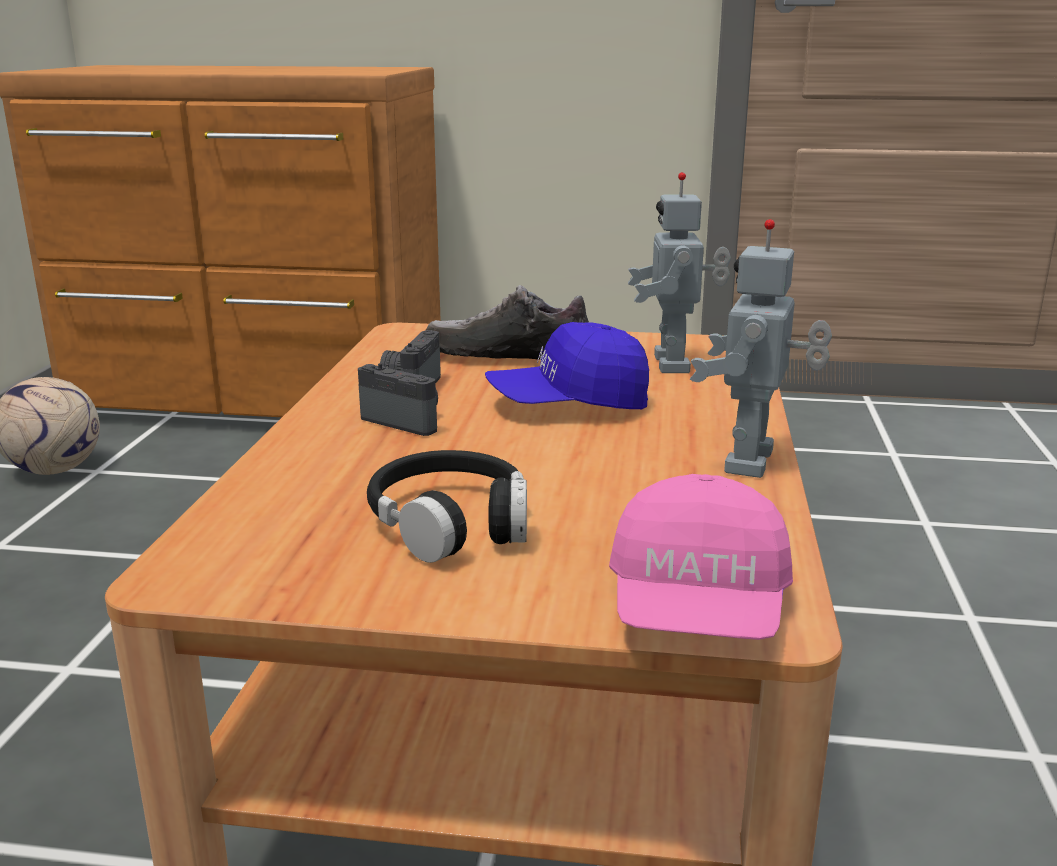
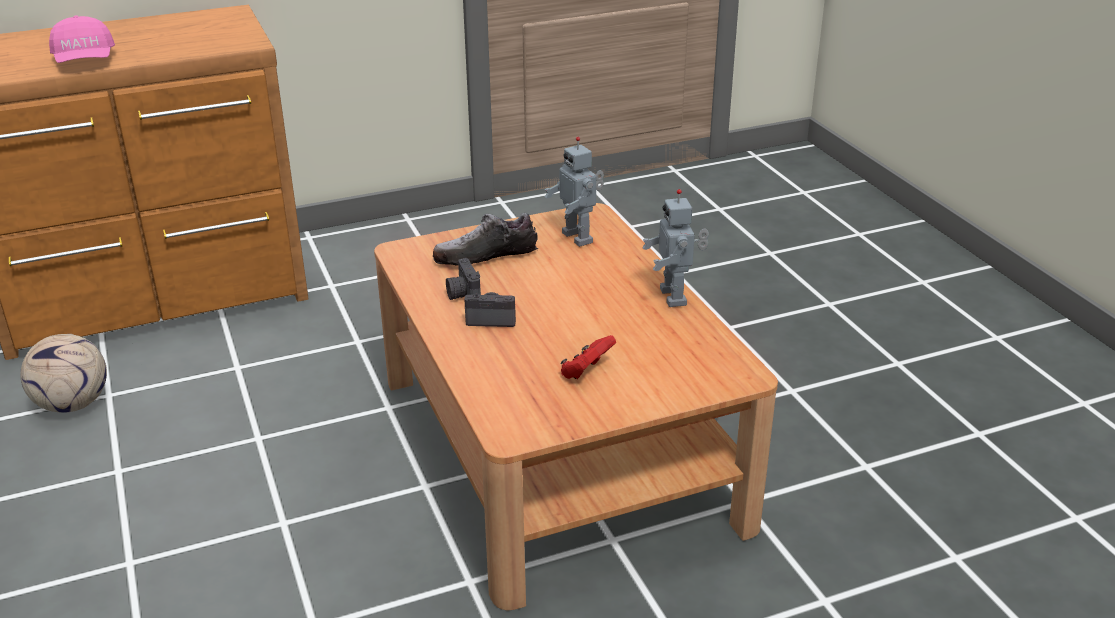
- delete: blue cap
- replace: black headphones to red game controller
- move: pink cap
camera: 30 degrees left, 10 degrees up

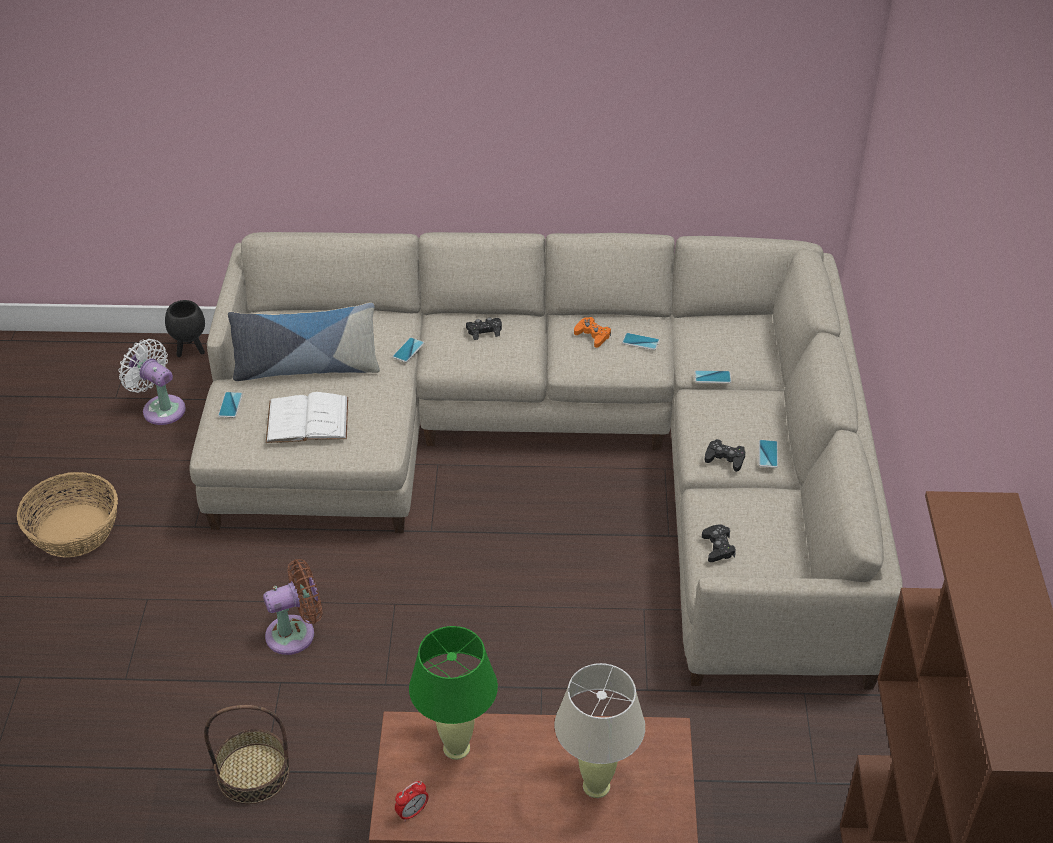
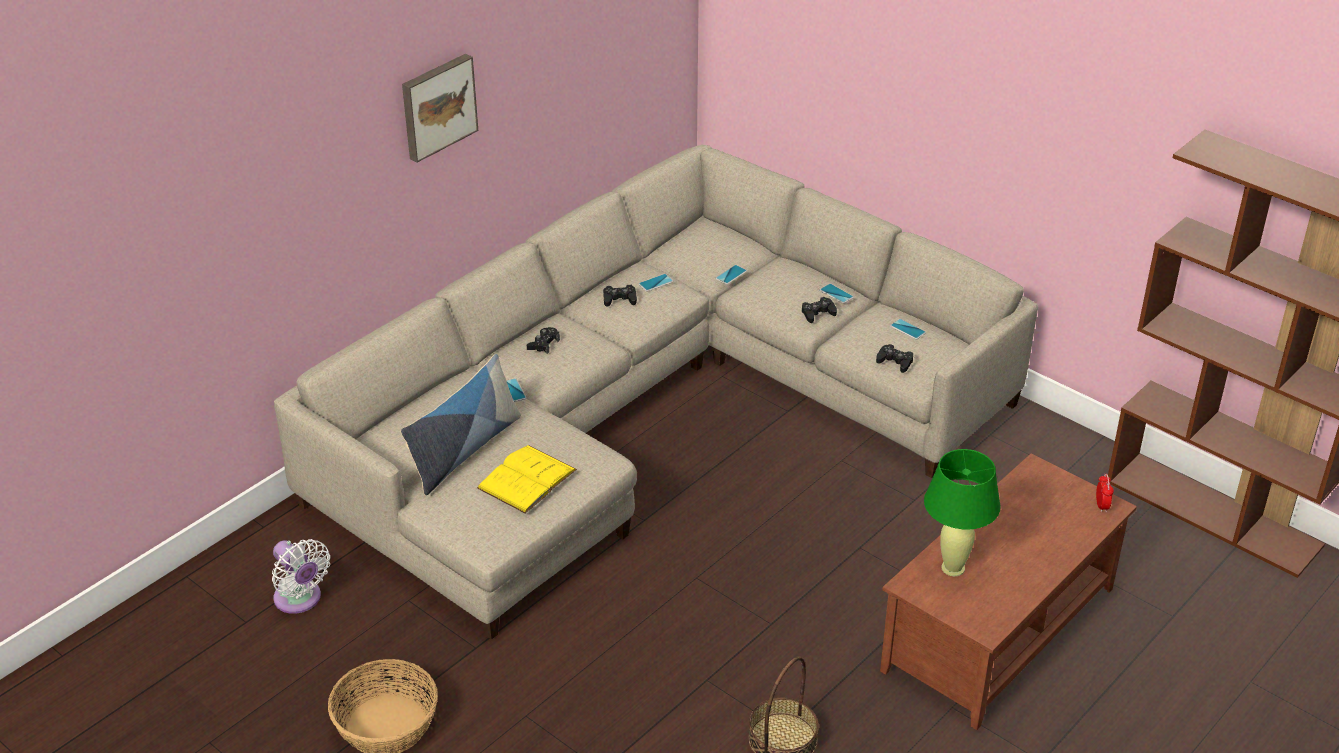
- delete: black planter
- recolor: orange game controller to black game controller (2nd from left)
- rotate: white fan 120 degrees counterclockwise
- move: phone (1st from left in the first image) to phone (5th from left)
- recolor: white book to yellow book
- delete: brown fan
- delete: beige table lamp
- move: alarm clock
- insert: picture
camera: 50 degrees left, 5 degrees down

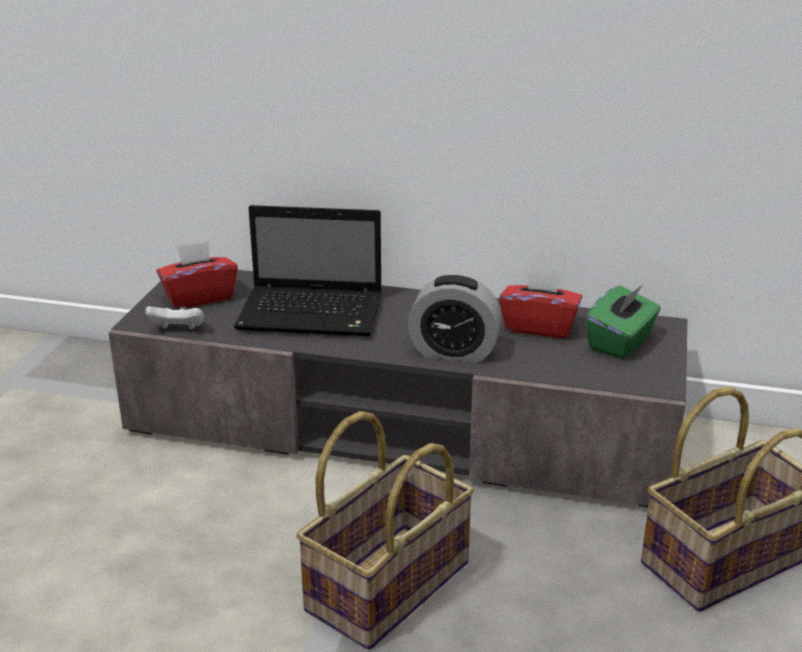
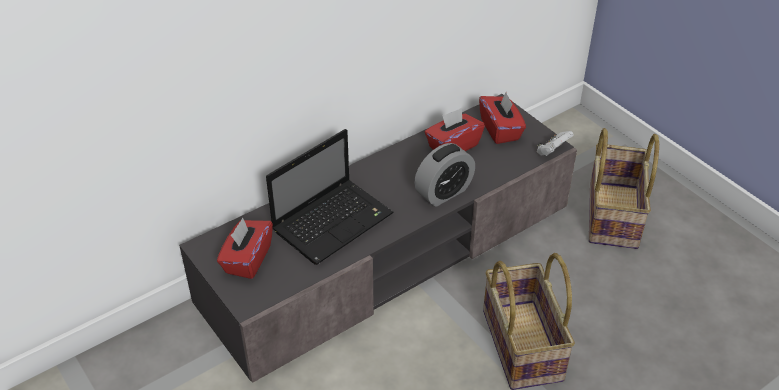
- recolor: green tissue box to red tissue box (3rd from left)
- move: white game controller
camera: 50 degrees left, 15 degrees up

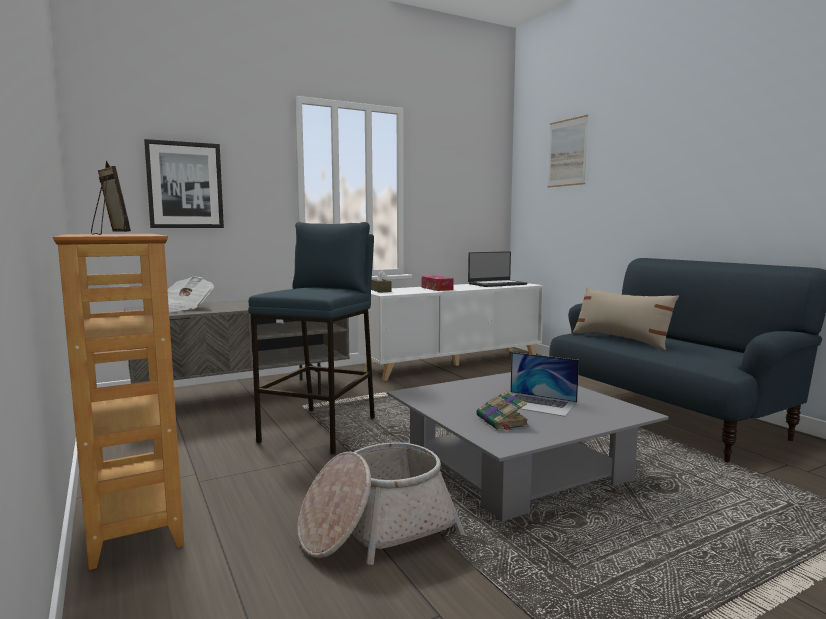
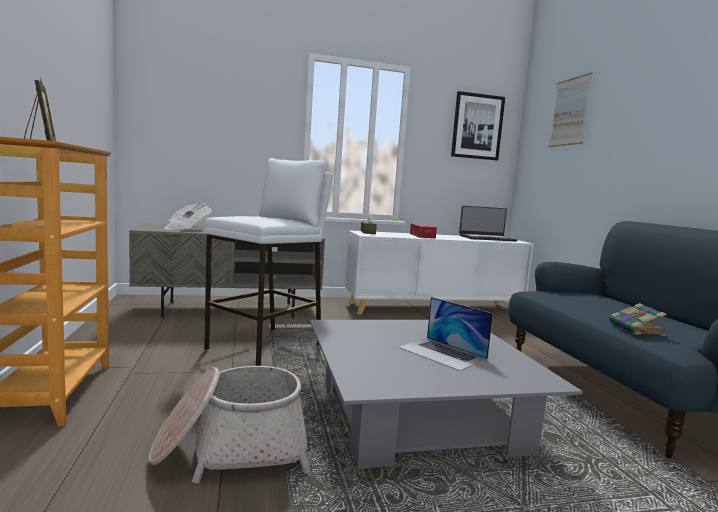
- move: picture (1st from left)
- recolor: blue stool to white stool
- delete: beige pillow
- move: book
camera: 15 degrees right, 0 degrees up

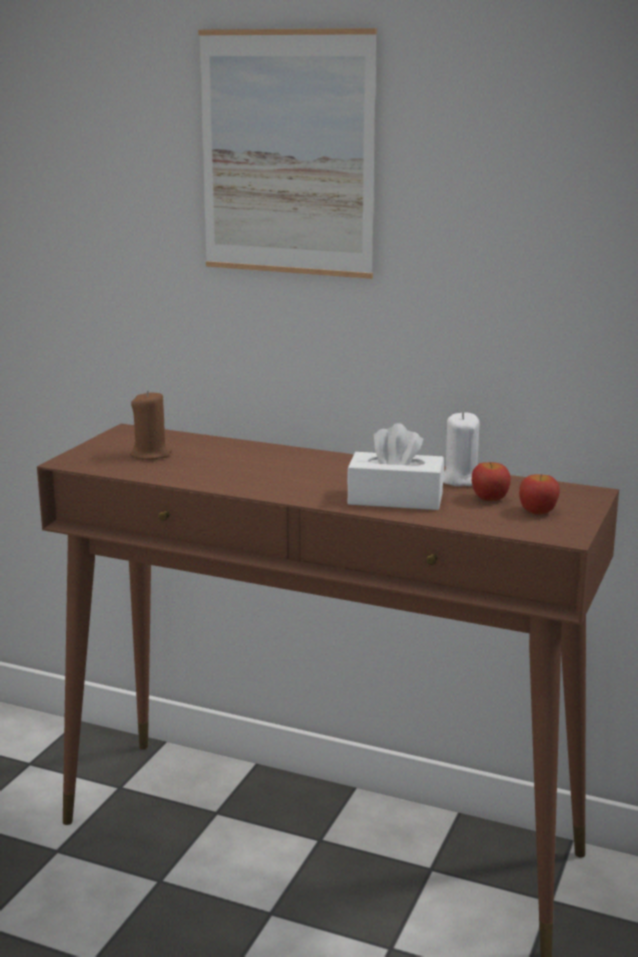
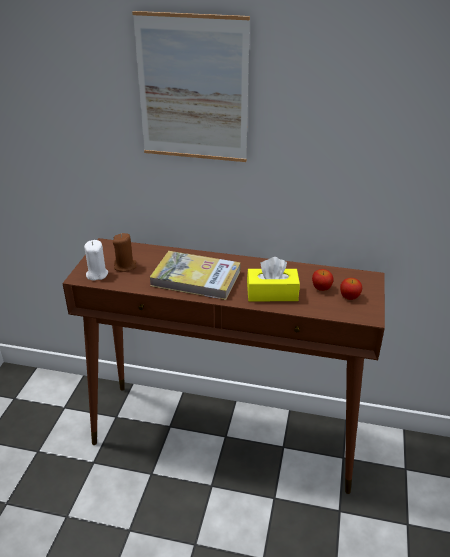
- move: white candle
- recolor: white tissue box to yellow tissue box
- insert: book
camera: 10 degrees left, 15 degrees up

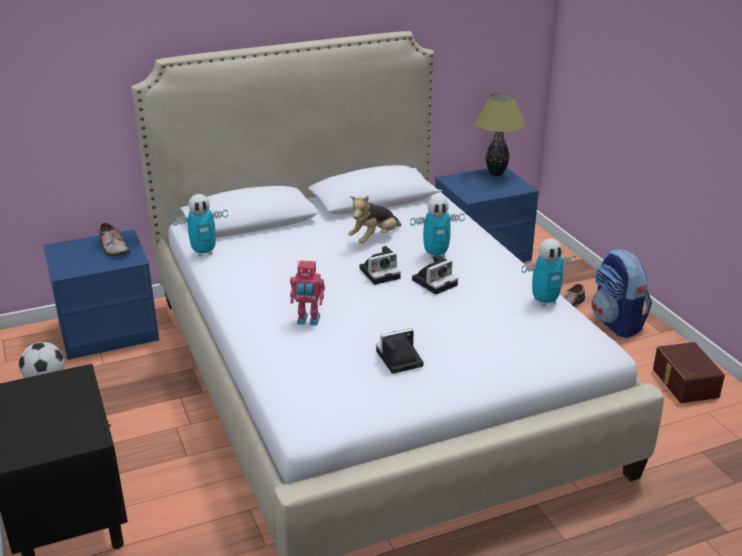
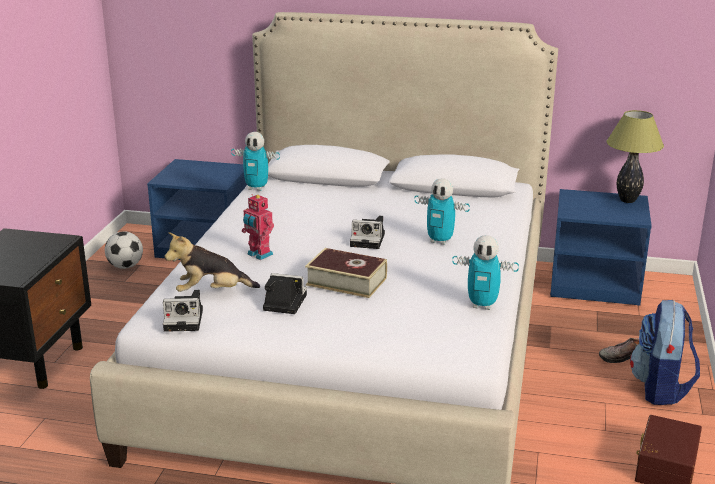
- move: plush toy
- delete: shoe (1st from left)
- move: photo camera (3rd from left in the first image) to photo camera (1st from left)
- insert: book
camera: 35 degrees right, 5 degrees down

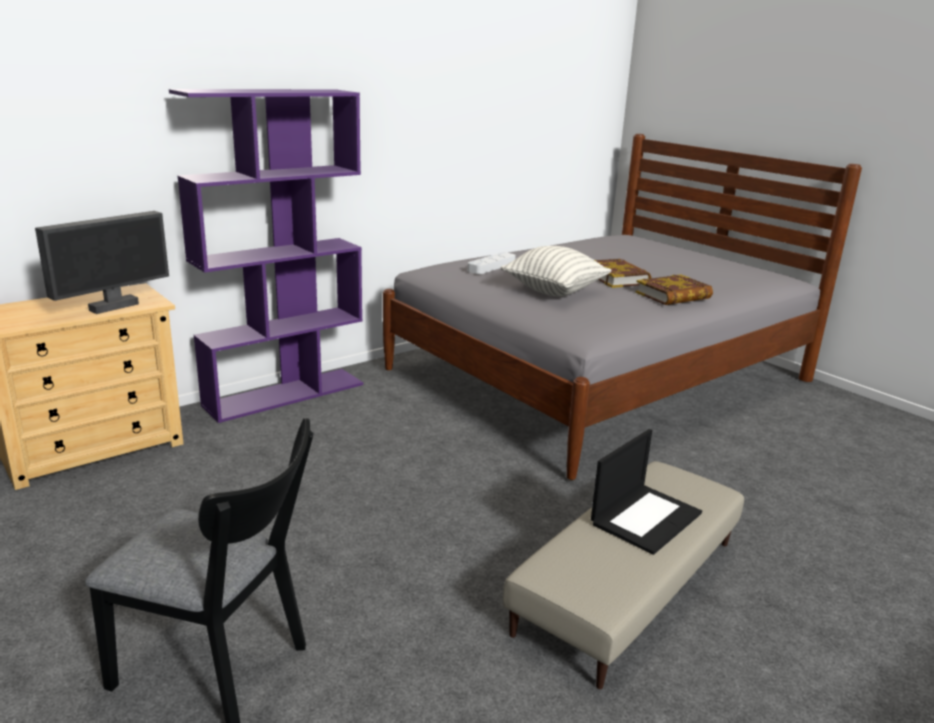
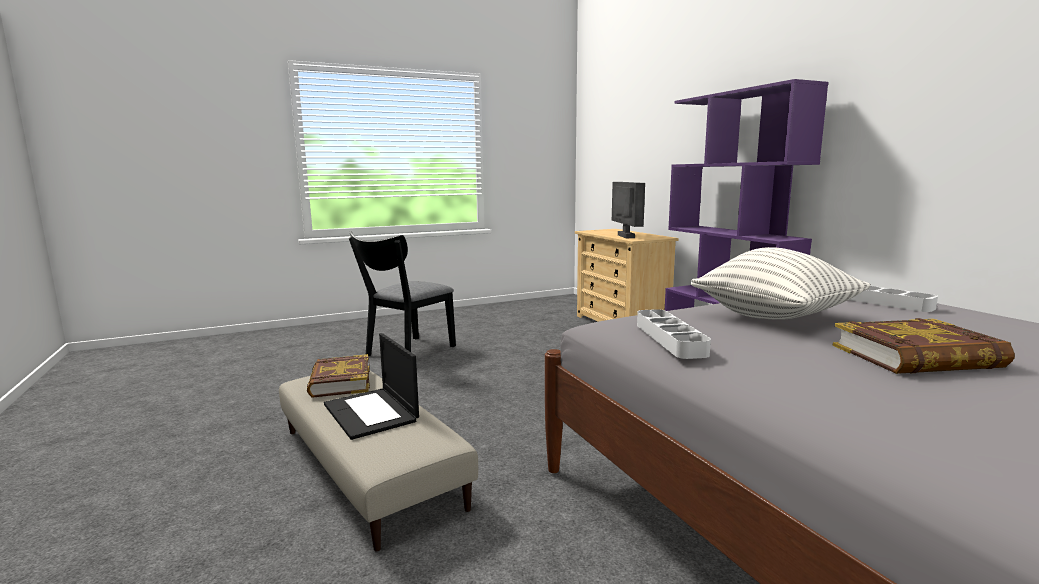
- rotate: monitor 150 degrees counterclockwise
- move: book (2nd from left in the first image) to book (1st from left)
- insert: grey tray (1st from left)
camera: 105 degrees right, 10 degrees down

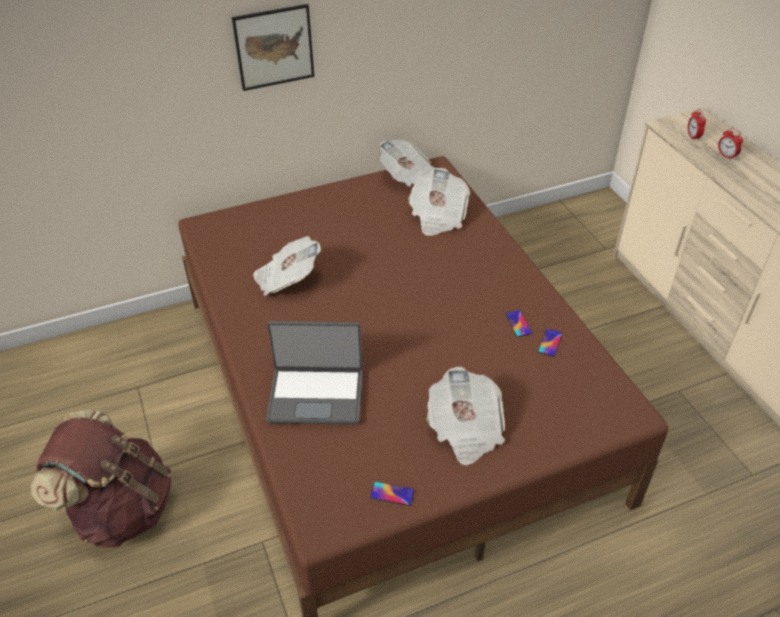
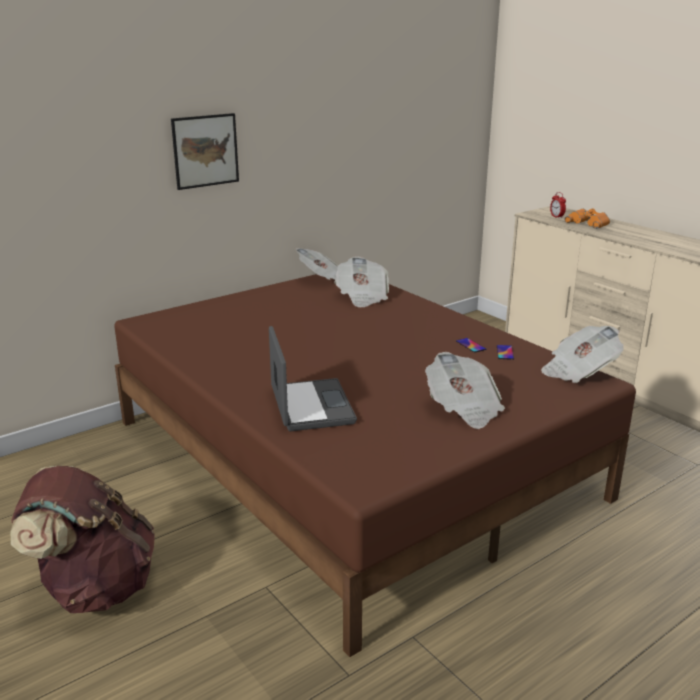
- replace: alarm clock (2nd from left) to orange binoculars
- move: newspaper (1st from left in the first image) to newspaper (4th from left)
- rotate: laptop 90 degrees counterclockwise
- delete: phone (1st from left)
camera: 15 degrees left, 20 degrees down

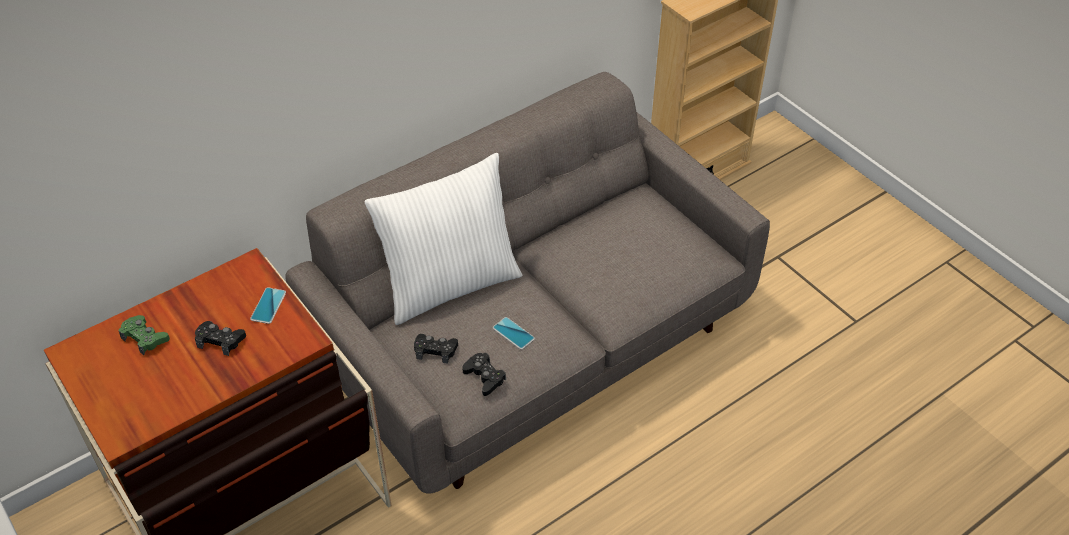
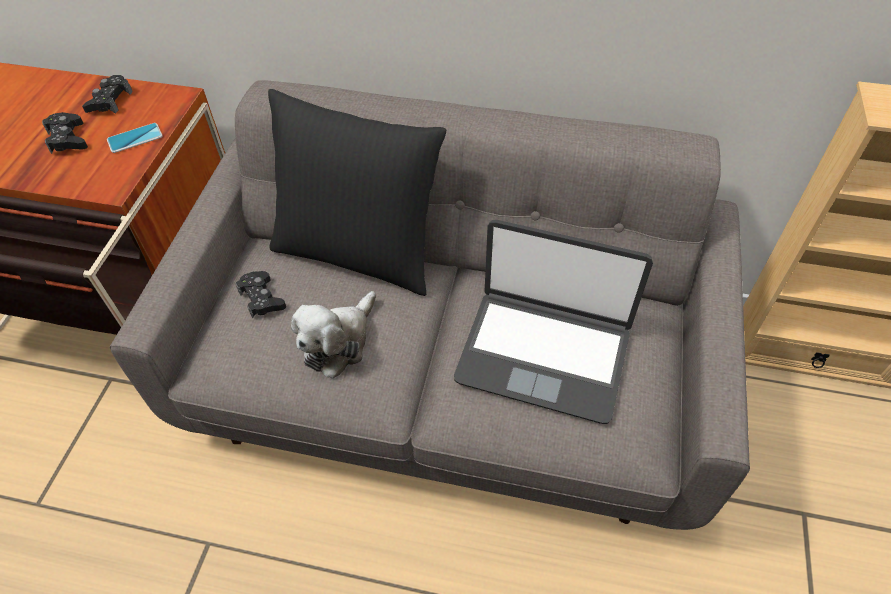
- recolor: white pillow to black pillow
- delete: green game controller
- replace: phone (2nd from left) to plush toy
- move: black game controller (3rd from left in the first image) to black game controller (2nd from left)
- insert: laptop
camera: 50 degrees right, 5 degrees up

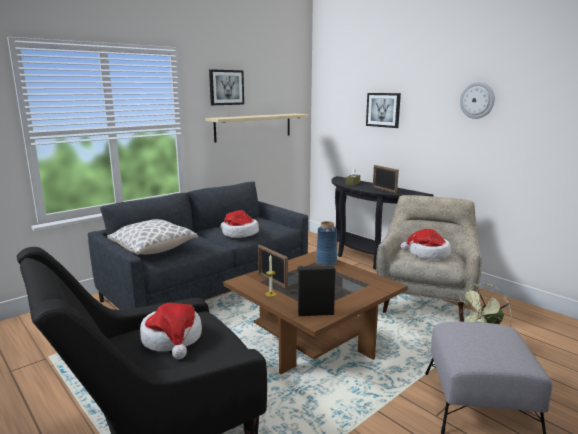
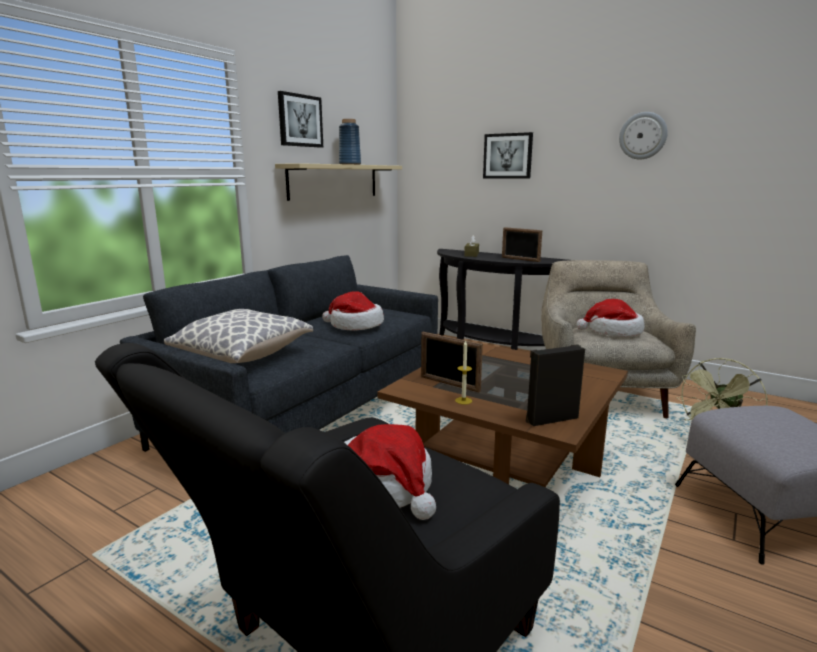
- move: blue vase
camera: 15 degrees left, 0 degrees up

